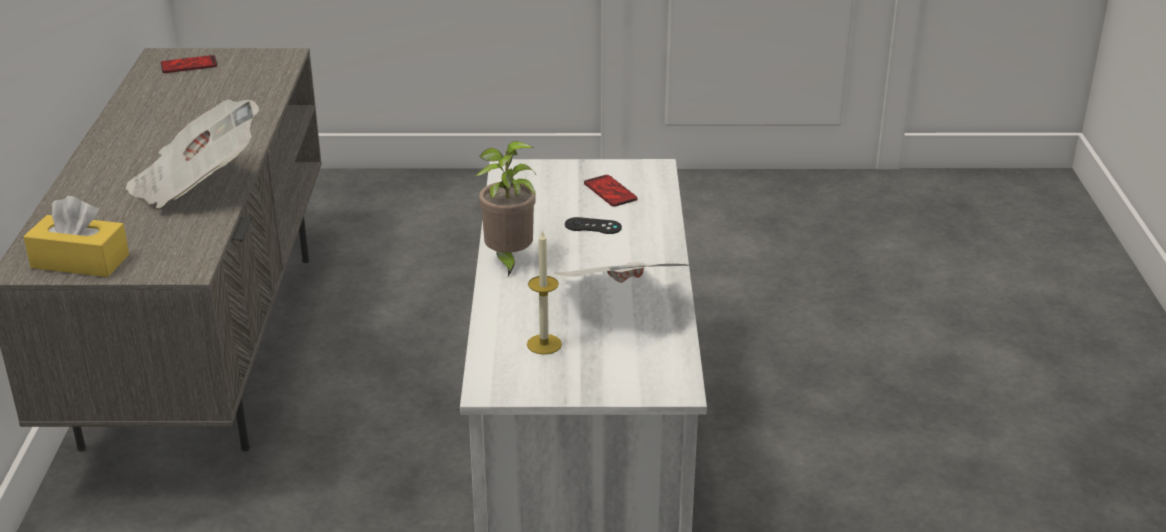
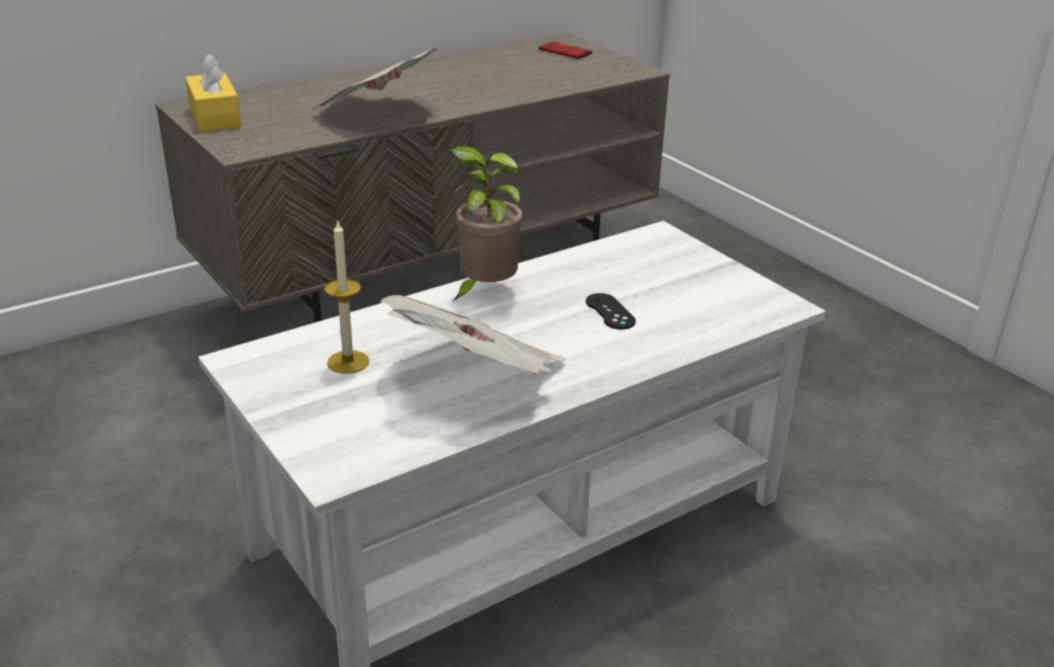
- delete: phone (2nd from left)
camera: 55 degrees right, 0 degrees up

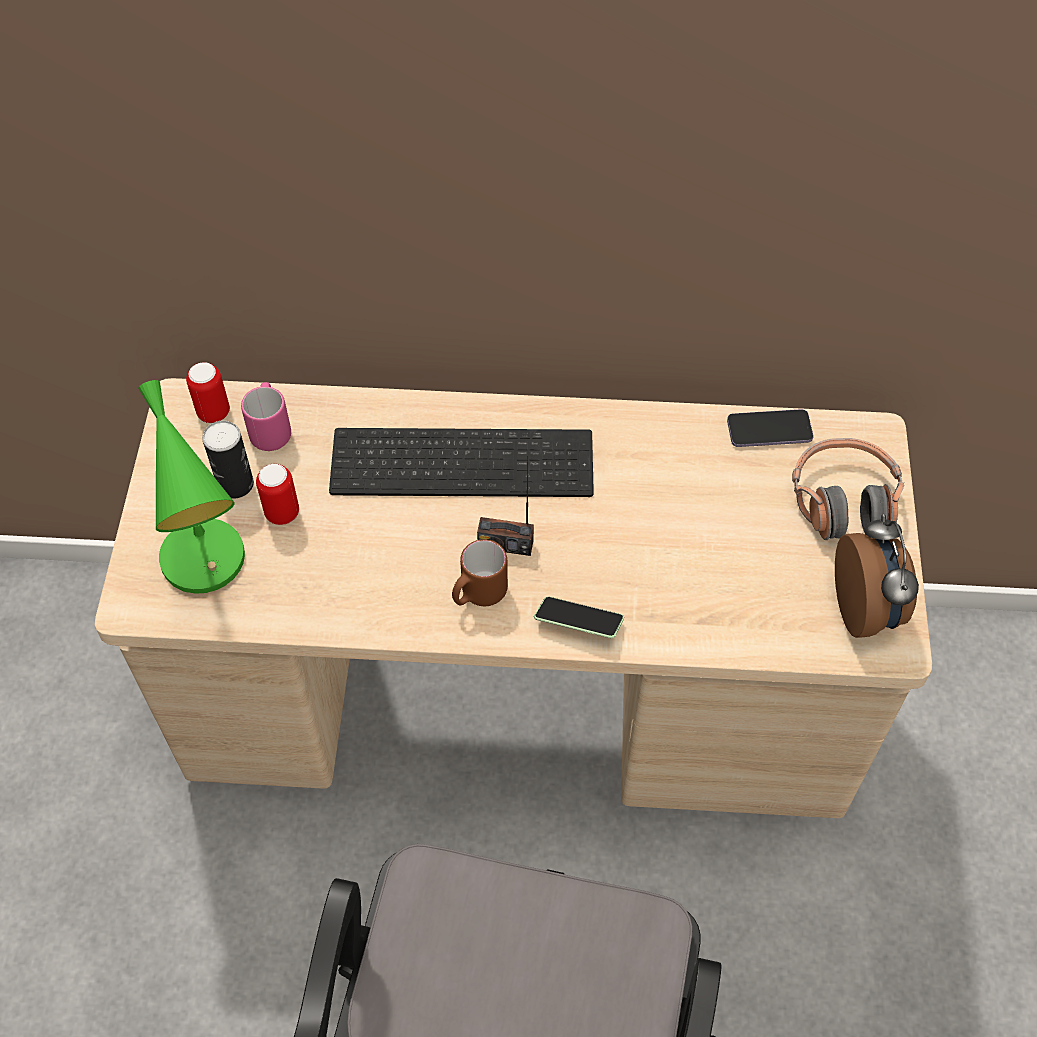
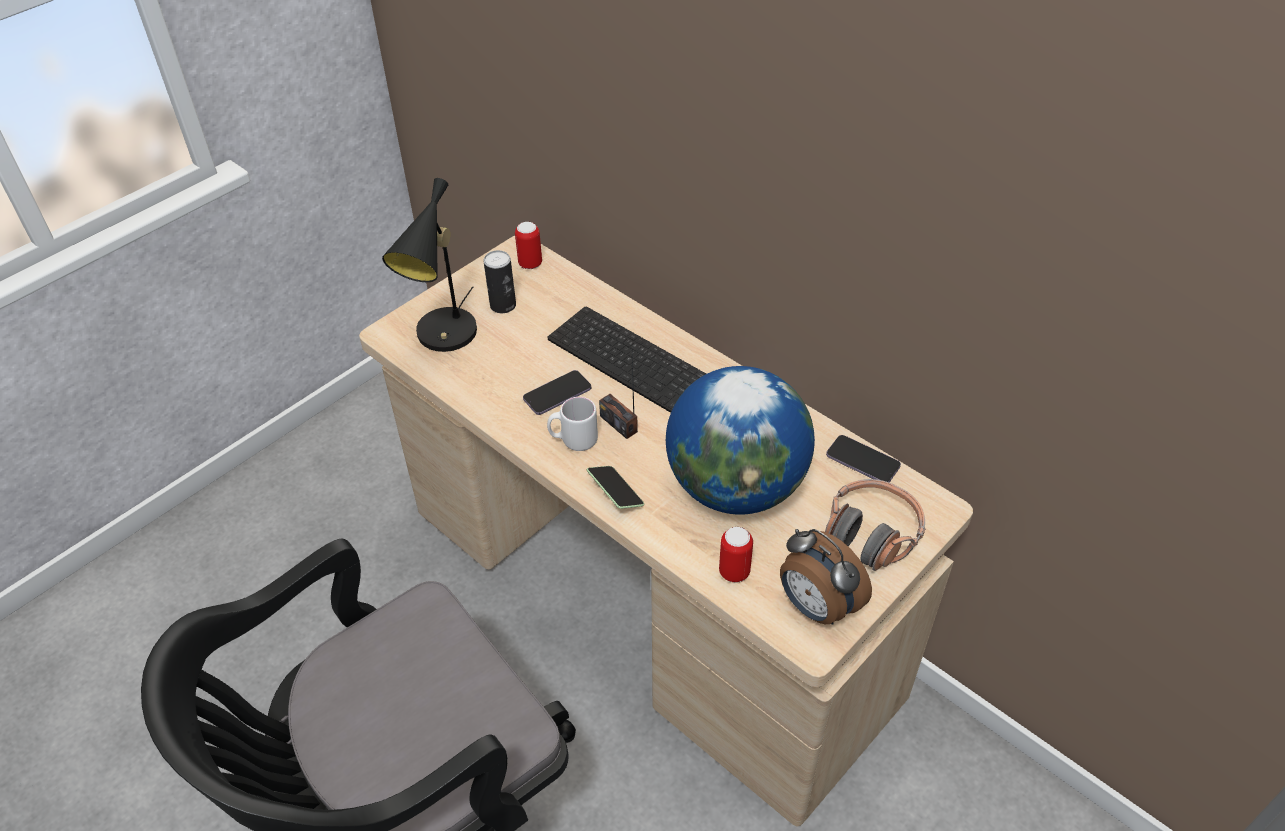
- recolor: green table lamp to black table lamp
- delete: pink mug
- move: can (3rd from left)
- rotate: alarm clock 105 degrees clockwise
- recolor: brown mug to white mug
- insert: globe
- insert: phone (1st from left)
camera: 40 degrees right, 10 degrees down

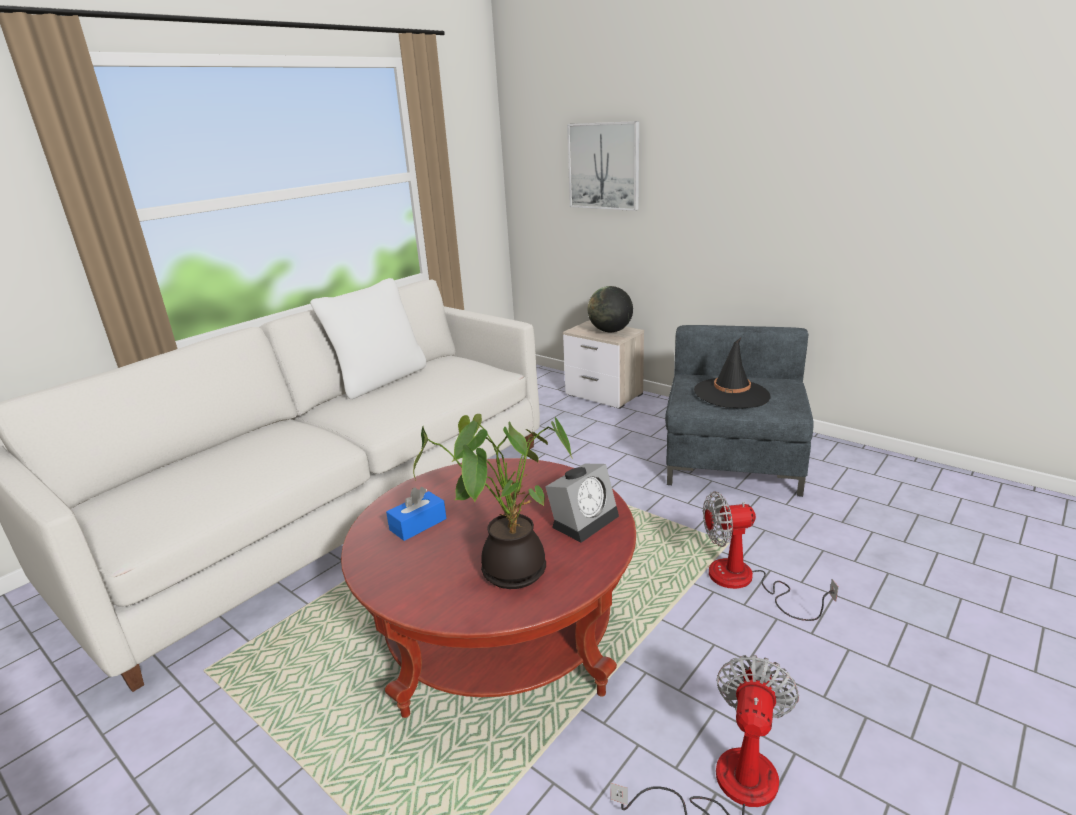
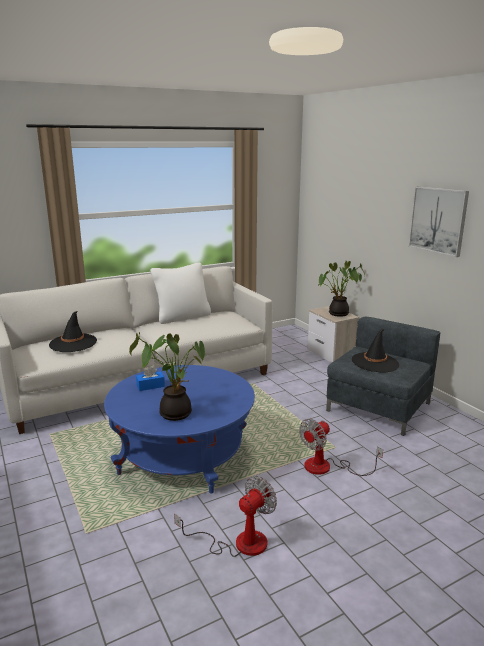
- move: picture
- replace: globe to potted plant (2nd from left)
- recolor: red coffee table to blue coffee table
- delete: alarm clock
- rotate: fan (2nd from left) 60 degrees counterclockwise
- insert: black hat (1st from left)
camera: 20 degrees right, 5 degrees down

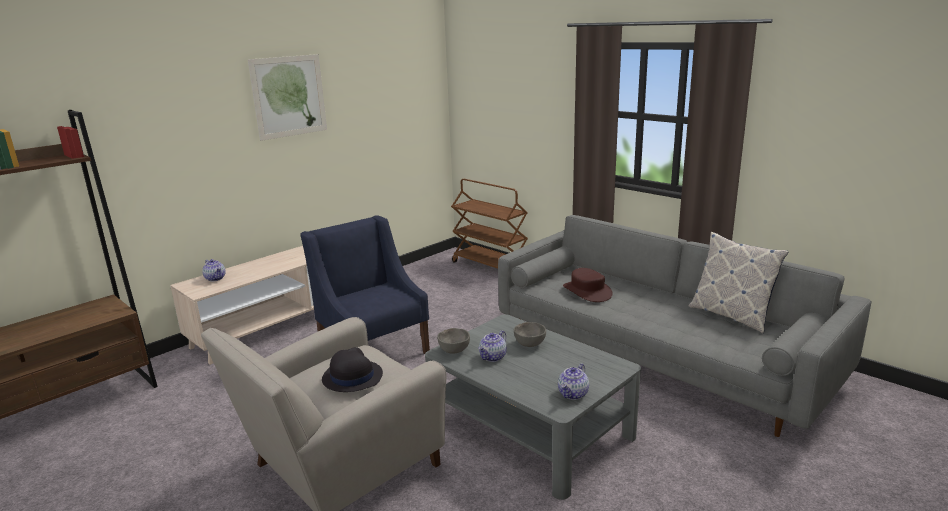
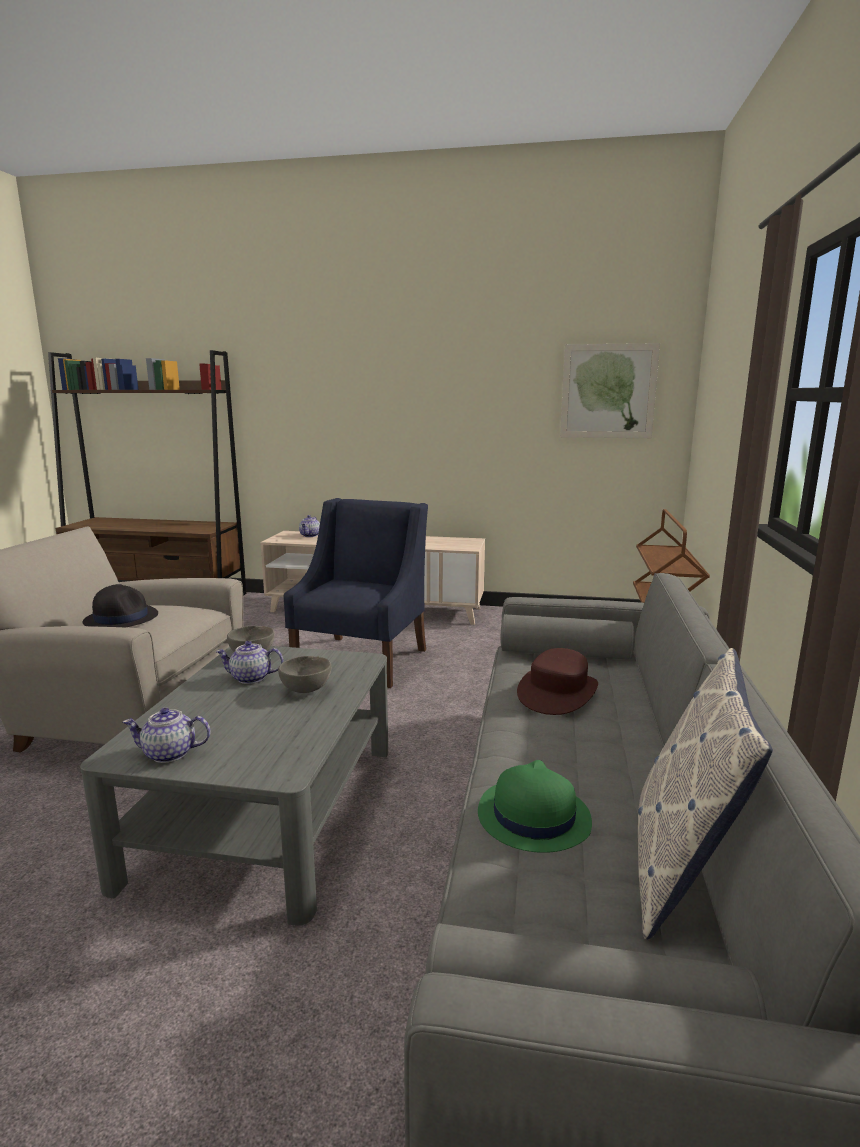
- move: picture
- insert: green hat
camera: 55 degrees right, 5 degrees down

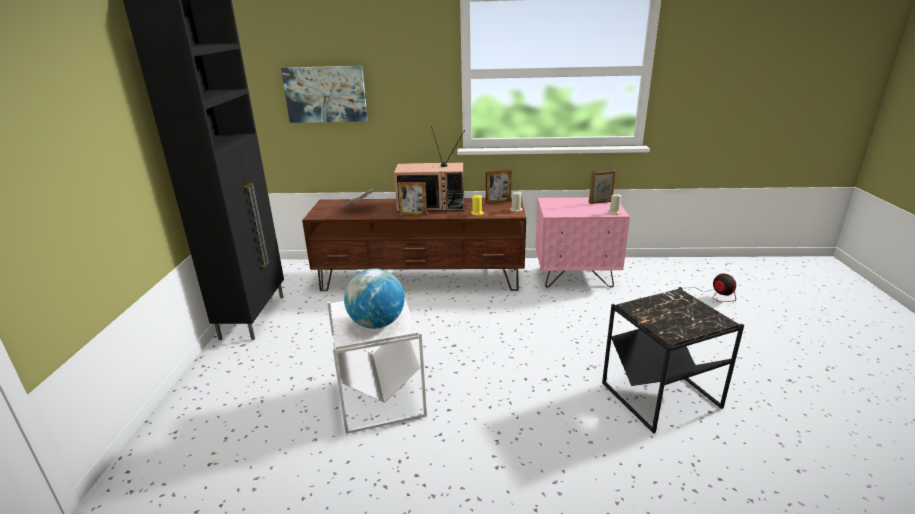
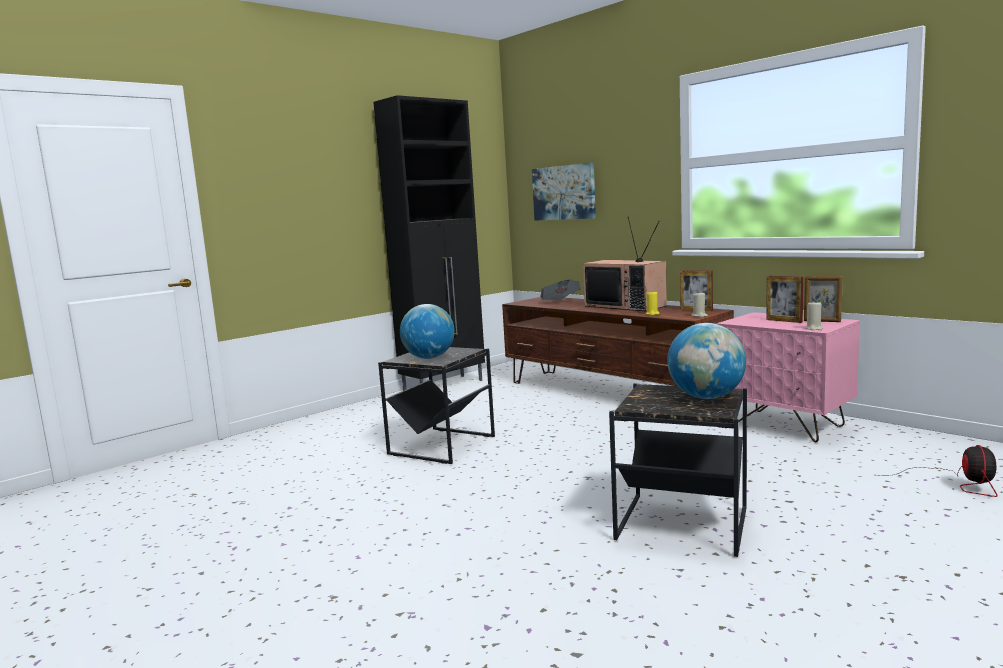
- move: picture frame (1st from left in the first image) to picture frame (2nd from left)
- recolor: white side table to black side table (1st from left)
- insert: globe (2nd from left)
camera: 45 degrees right, 15 degrees down

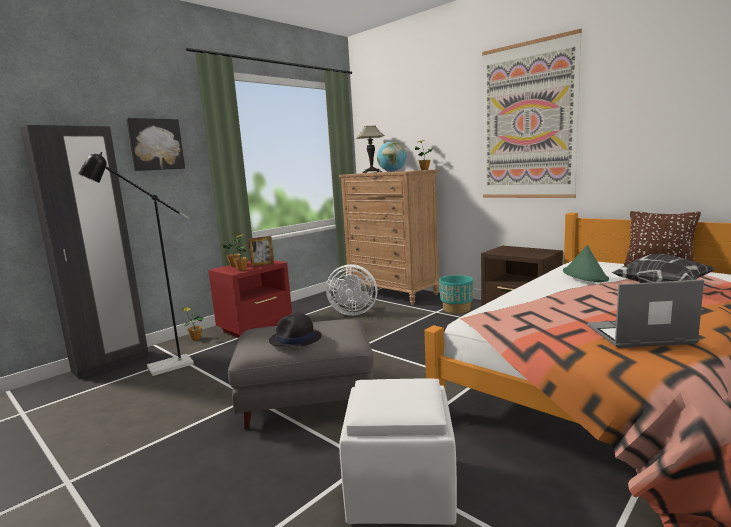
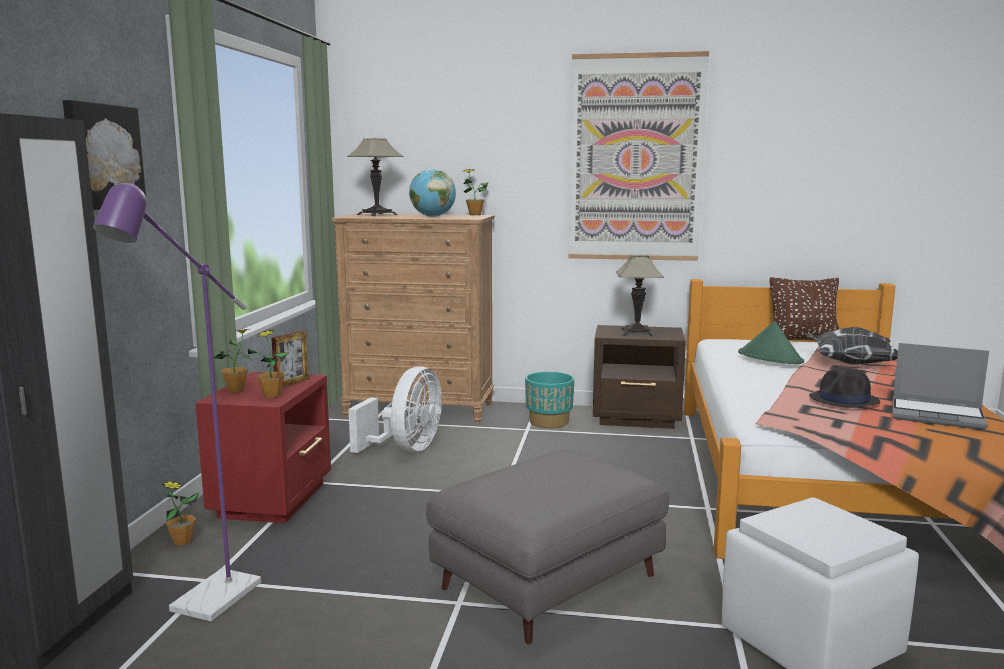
- recolor: black floor lamp to purple floor lamp
- rotate: white fan 45 degrees counterclockwise
- rotate: laptop 120 degrees counterclockwise
- move: black hat
- insert: table lamp (2nd from left)
camera: 35 degrees left, 0 degrees up

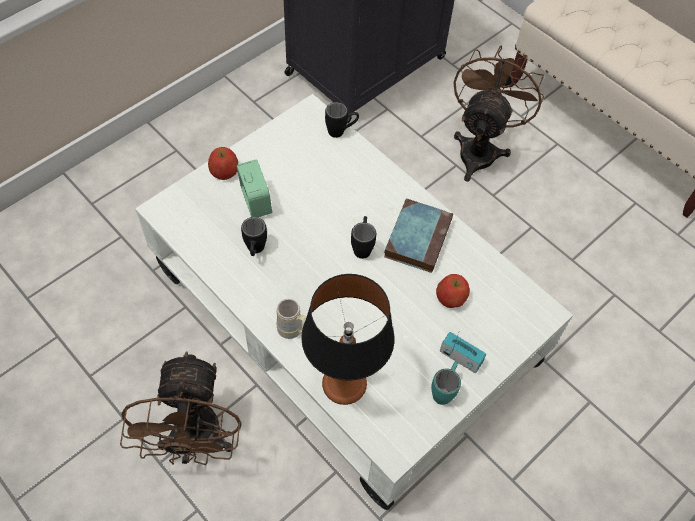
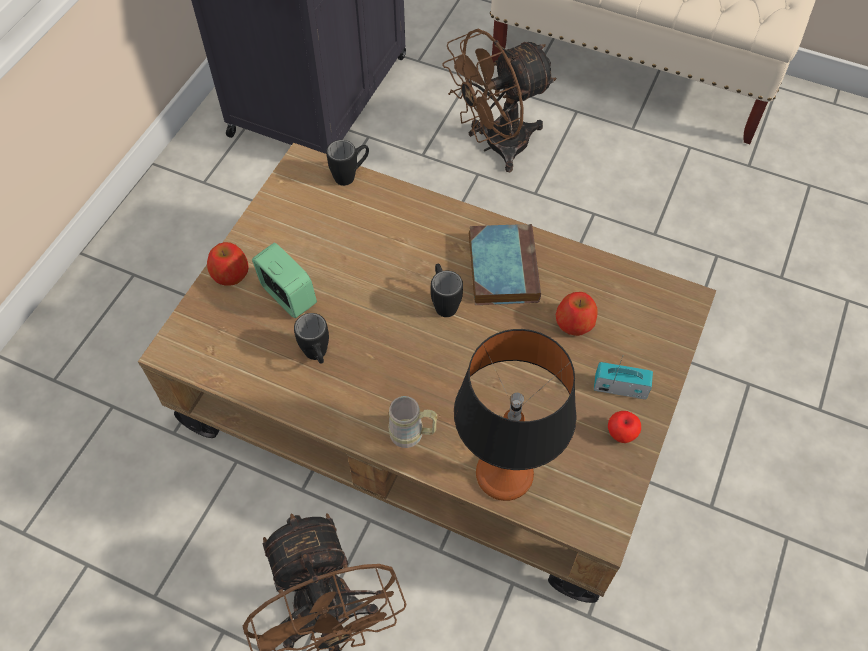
- rotate: brown fan (2nd from left) 120 degrees counterclockwise
- recolor: white coffee table to brown coffee table
- replace: turquoise mug to apple (3rd from left)
camera: 20 degrees left, 0 degrees up

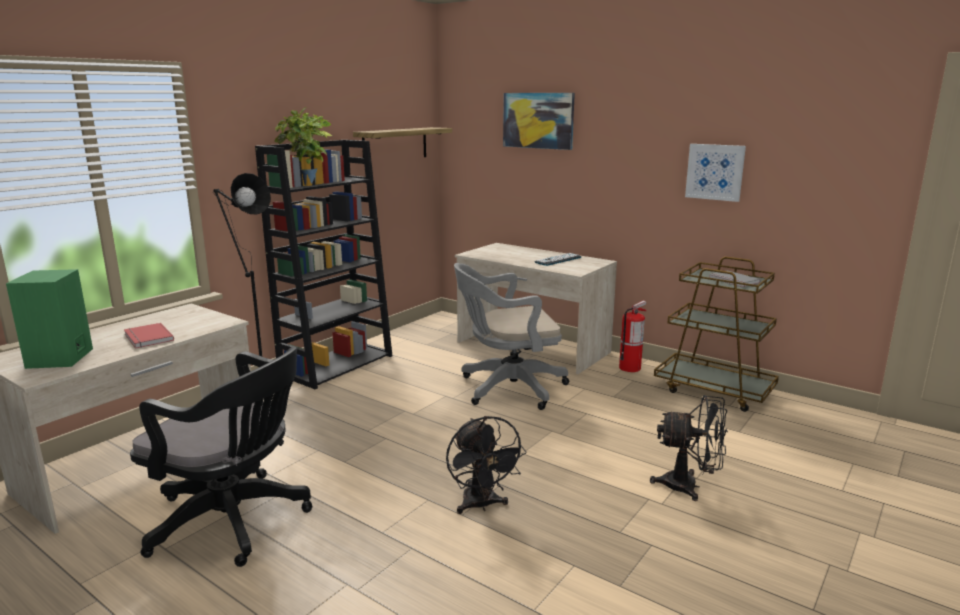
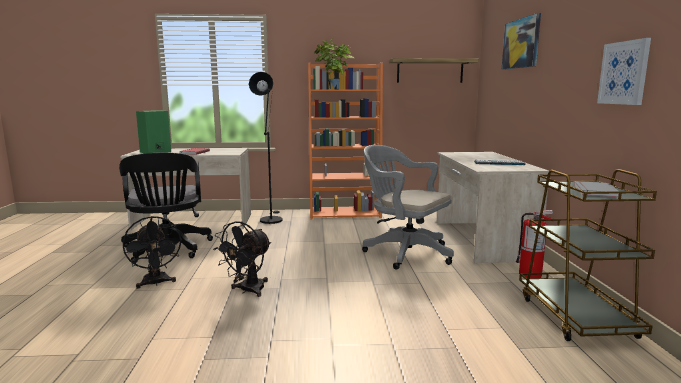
- recolor: black bookcase to orange bookcase
- move: black fan (2nd from left in the first image) to black fan (1st from left)
camera: 50 degrees right, 5 degrees down

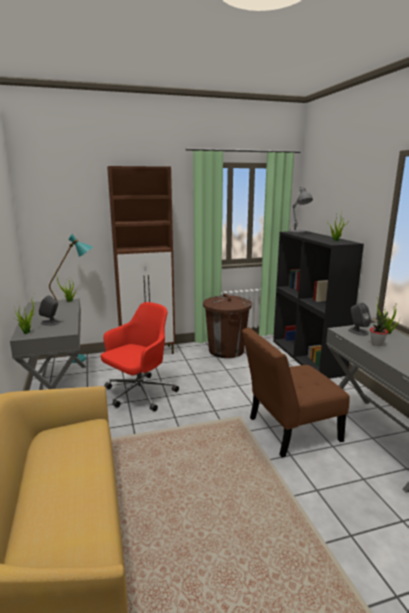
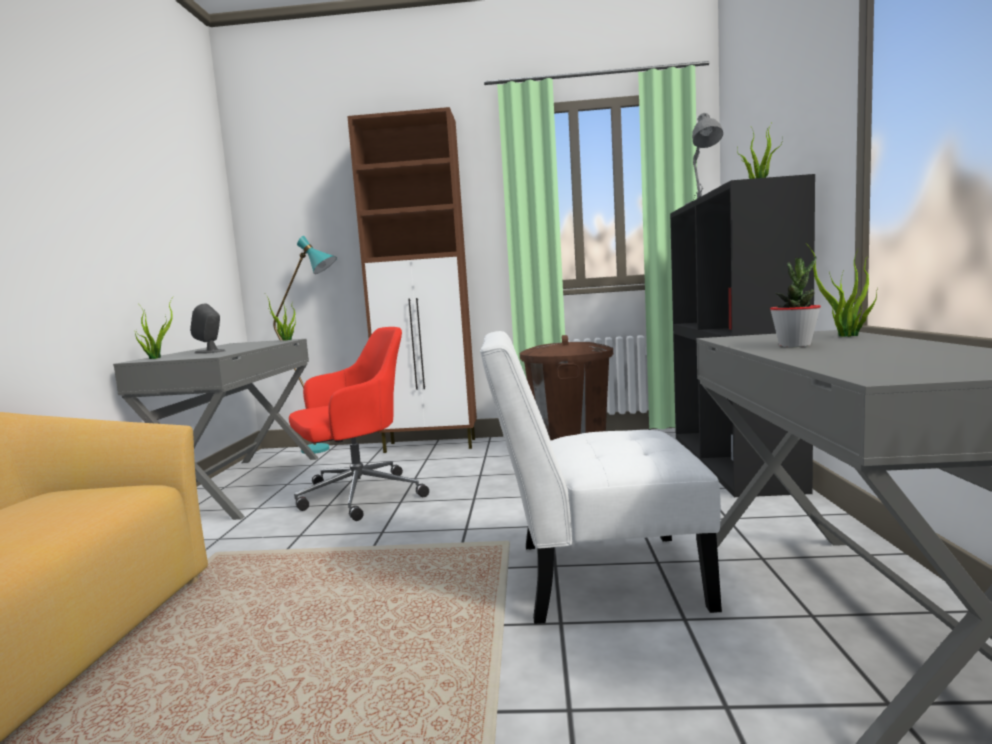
- delete: grey speaker (2nd from left)
- recolor: brown chair to white chair
camera: 20 degrees right, 10 degrees down

